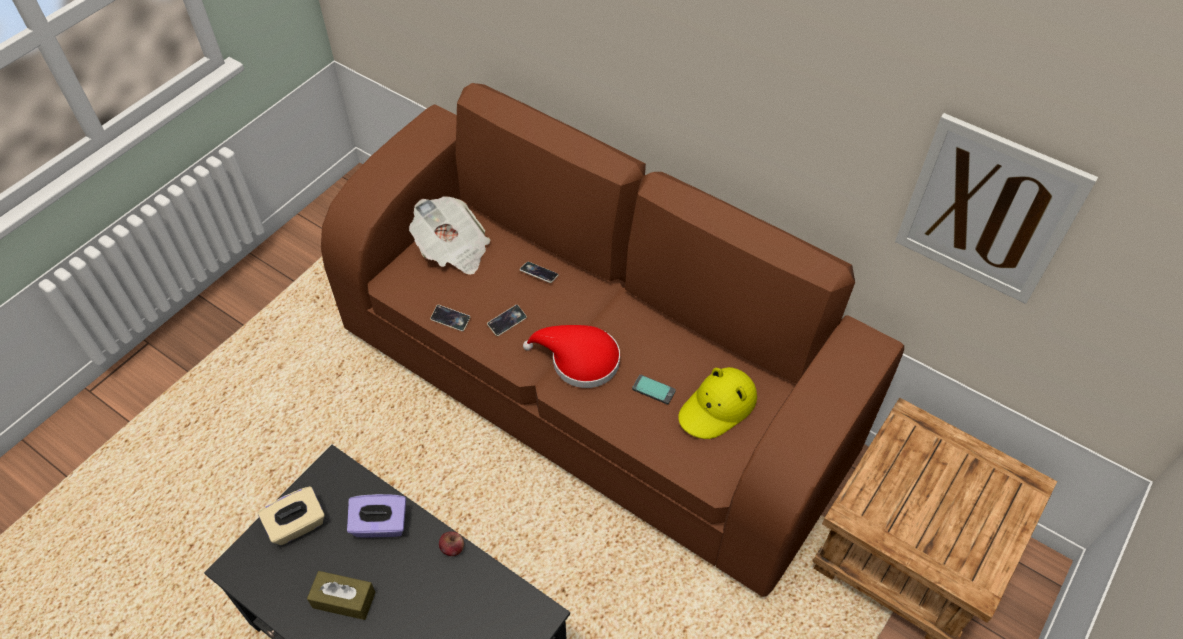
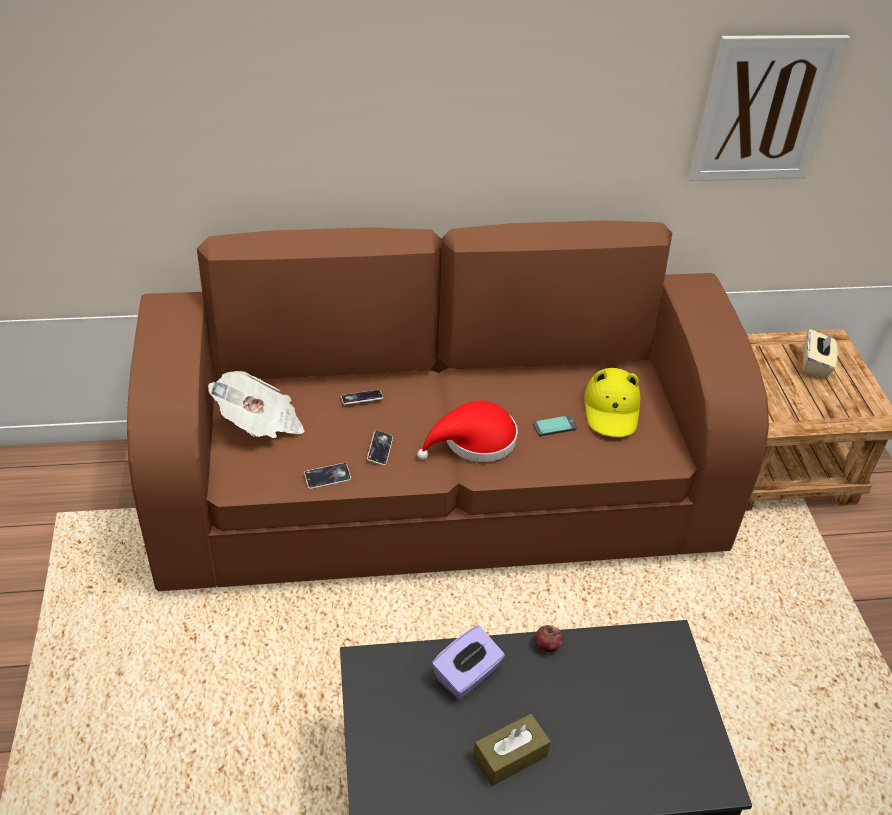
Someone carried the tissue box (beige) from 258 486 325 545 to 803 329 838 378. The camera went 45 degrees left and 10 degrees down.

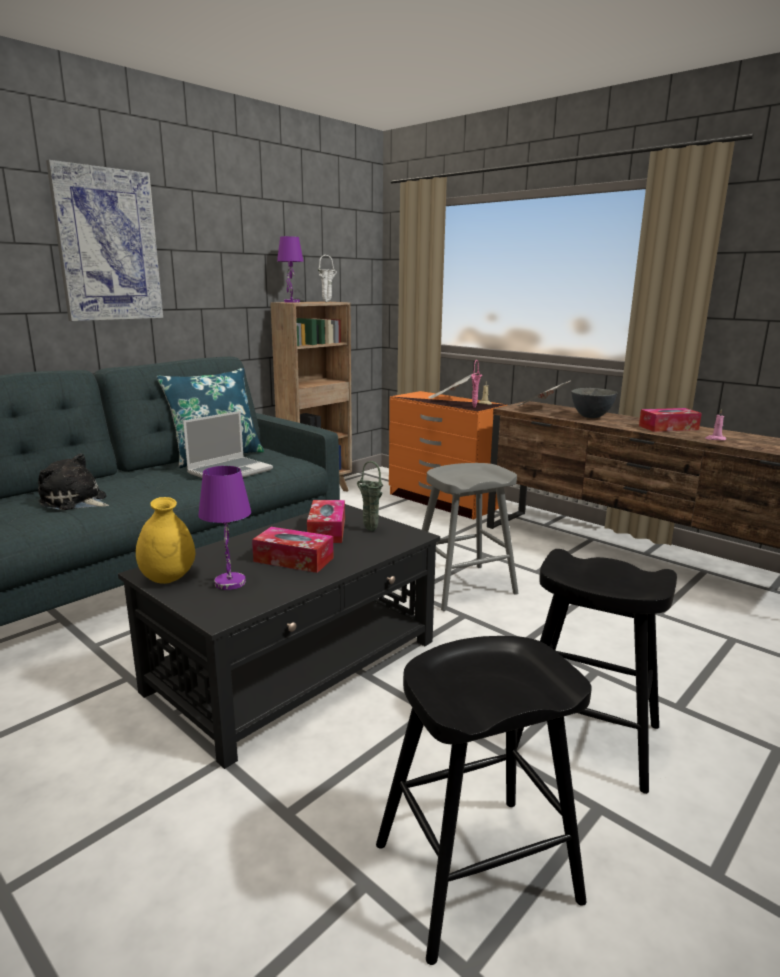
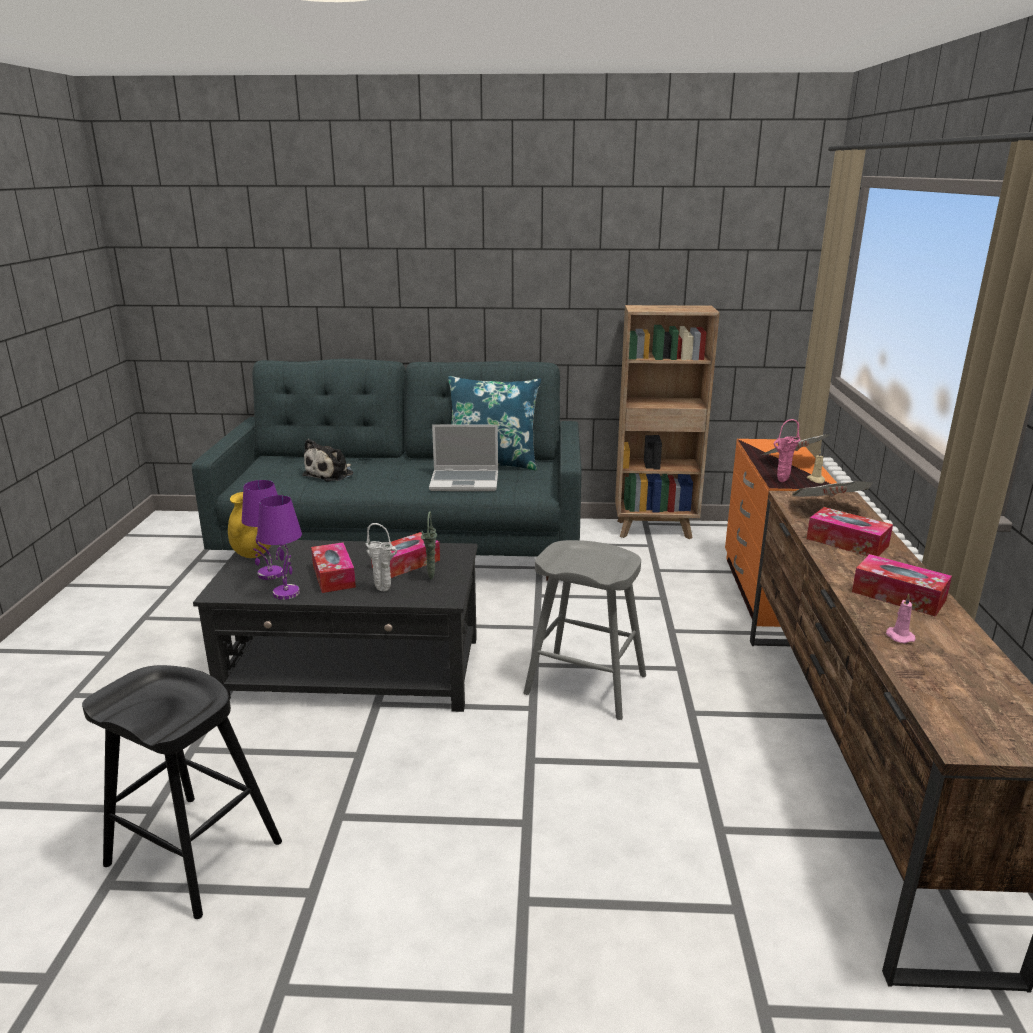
Someone took away the picture at 46 160 163 321. Someone carried the table lamp (purple) from 277 236 304 303 to 257 495 302 600. Someone carried the vase (white) from 318 255 337 302 to 365 523 397 592. Someone swapped the bowl (grey) at 571 388 617 418 for the tissue box at 807 507 893 556. Someone rotated the plush toy at 38 453 109 510 by 135 degrees counterclockwise. Someone took away the stool (black) at 517 549 677 794. The camera went 50 degrees right and 5 degrees up.

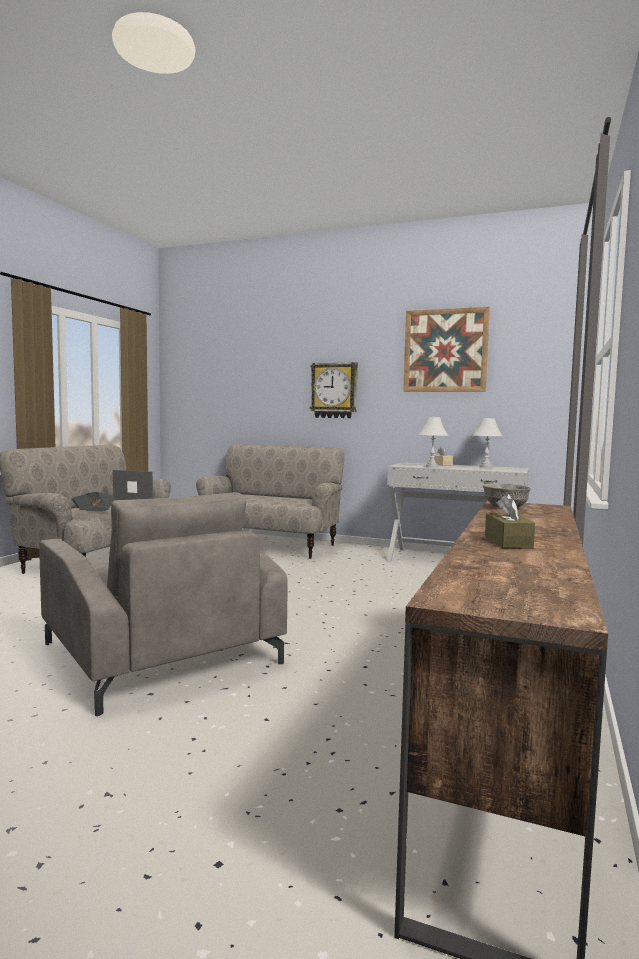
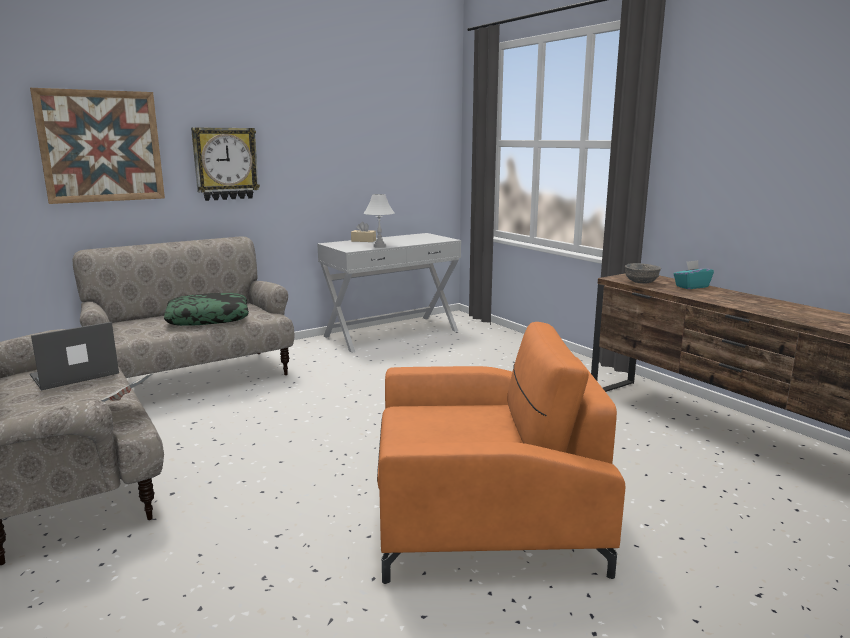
Someone carried the picture from 403 307 490 392 to 30 88 165 204. Someone took away the table lamp (white) at 472 418 502 467. Someone repainted the armchair (grey) at 39 492 288 716, which became the armchair (orange) at 377 322 625 584. Someone took away the tissue box (brown) at 485 493 535 549. Someone put down the tissue box (turquoise) at 674 260 714 289. Someone put down the pillow at 164 293 249 326. The camera went 55 degrees left and 10 degrees up.

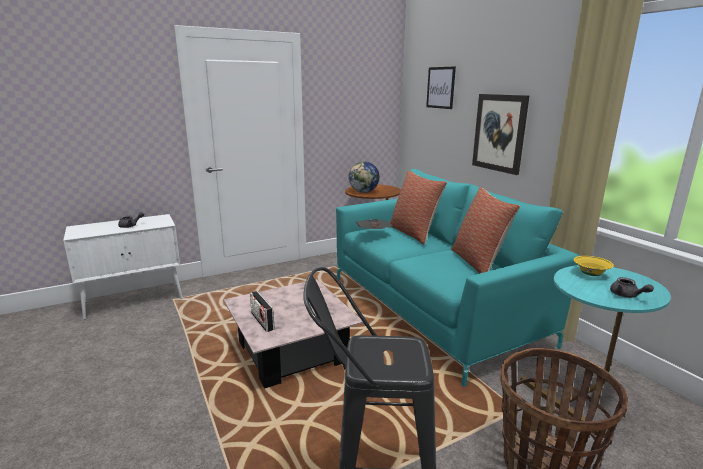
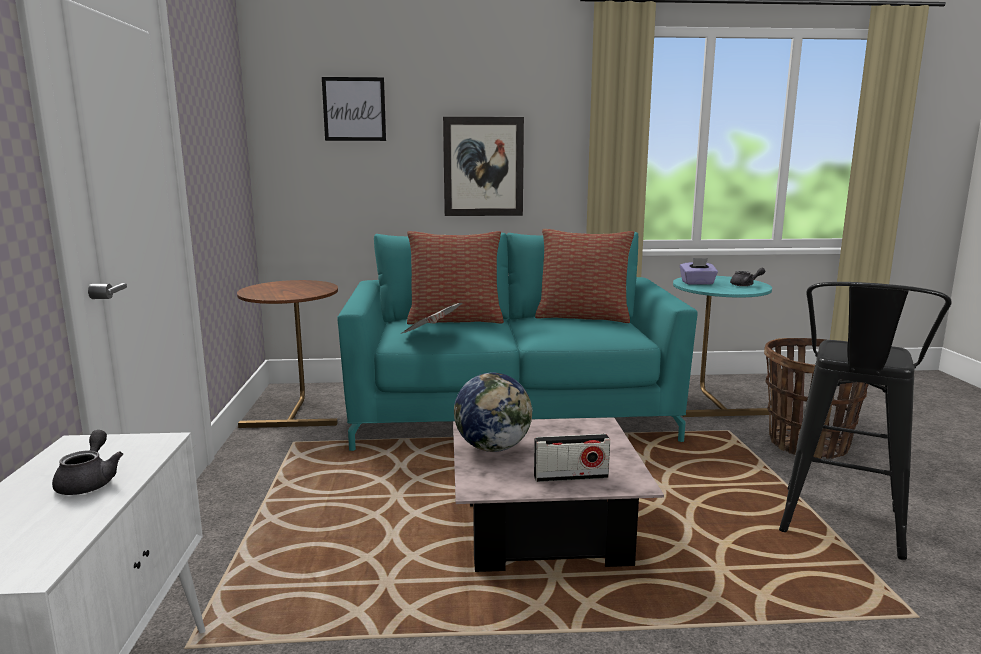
Someone carried the globe from 349 161 380 193 to 454 373 533 452. Someone swapped the bowl (yellow) at 574 256 614 276 for the tissue box (purple) at 680 258 718 285. The camera went 65 degrees left and 5 degrees down.

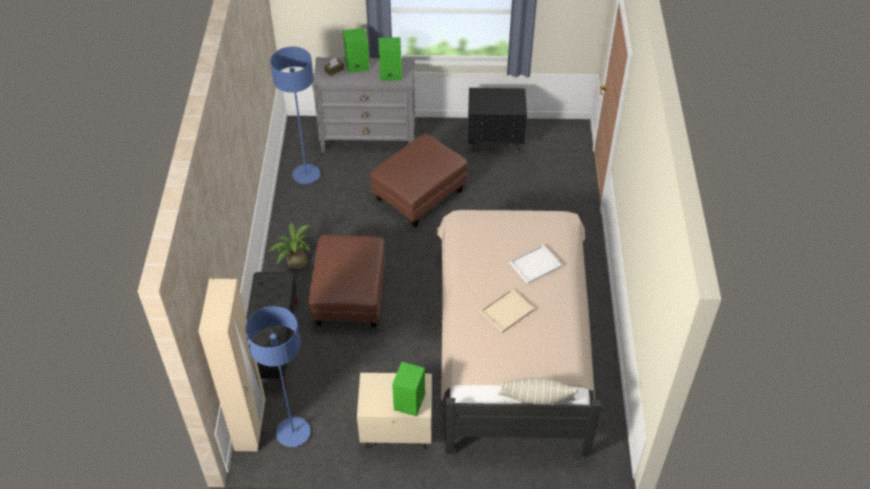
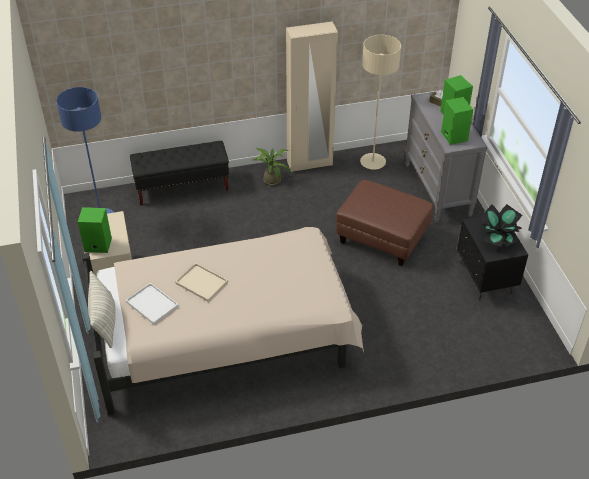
Someone repainted the floor lamp (blue) at 270 47 320 184, which became the floor lamp (beige) at 360 35 401 170. Someone took away the ottoman (brown) at 309 235 385 328. Someone carried the tray (white) from 509 245 562 284 to 125 283 179 324. Someone carried the wardrobe (beige) from 198 279 265 451 to 286 21 338 172. Someone put down the potted plant at 481 204 523 247. The camera went 75 degrees right and 5 degrees down.

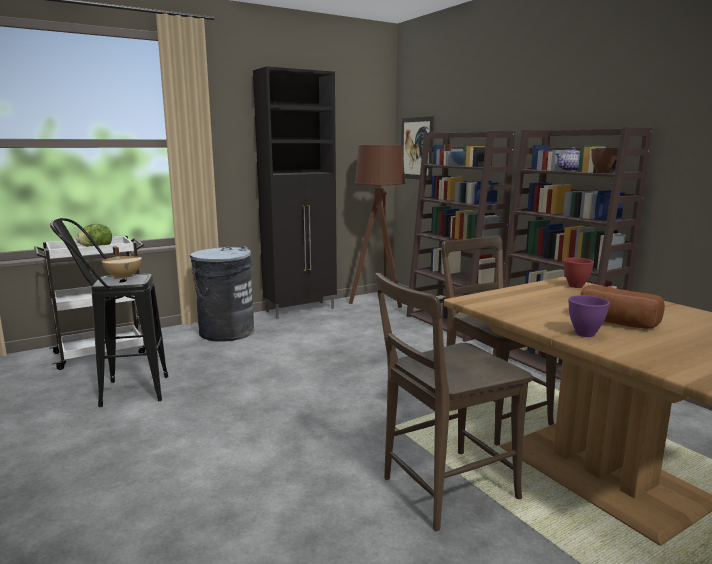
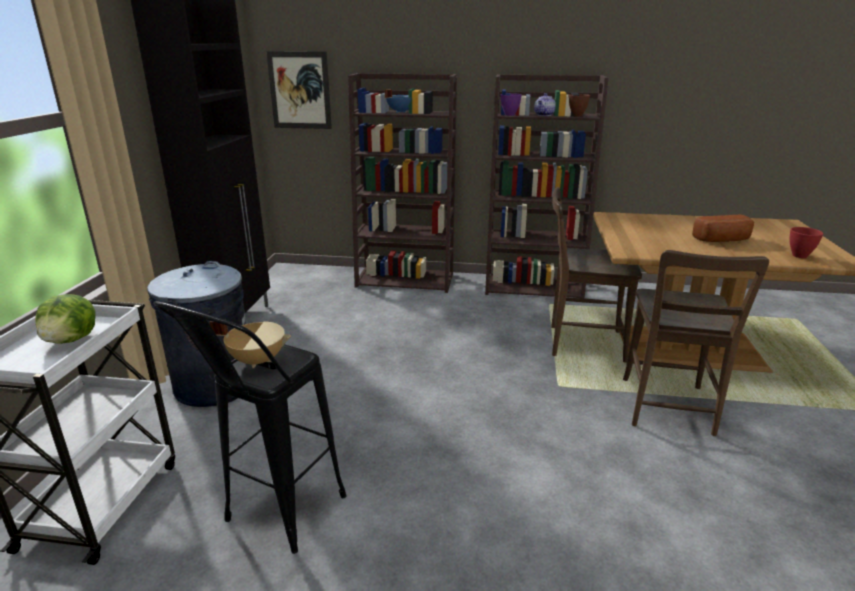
Someone took away the floor lamp (brown) at 349 145 405 308. Someone carried the bowl (red) from 563 258 594 288 to 789 227 823 258. Someone carried the bowl (purple) from 568 295 610 337 to 500 93 522 116. The camera went 50 degrees left and 10 degrees up.

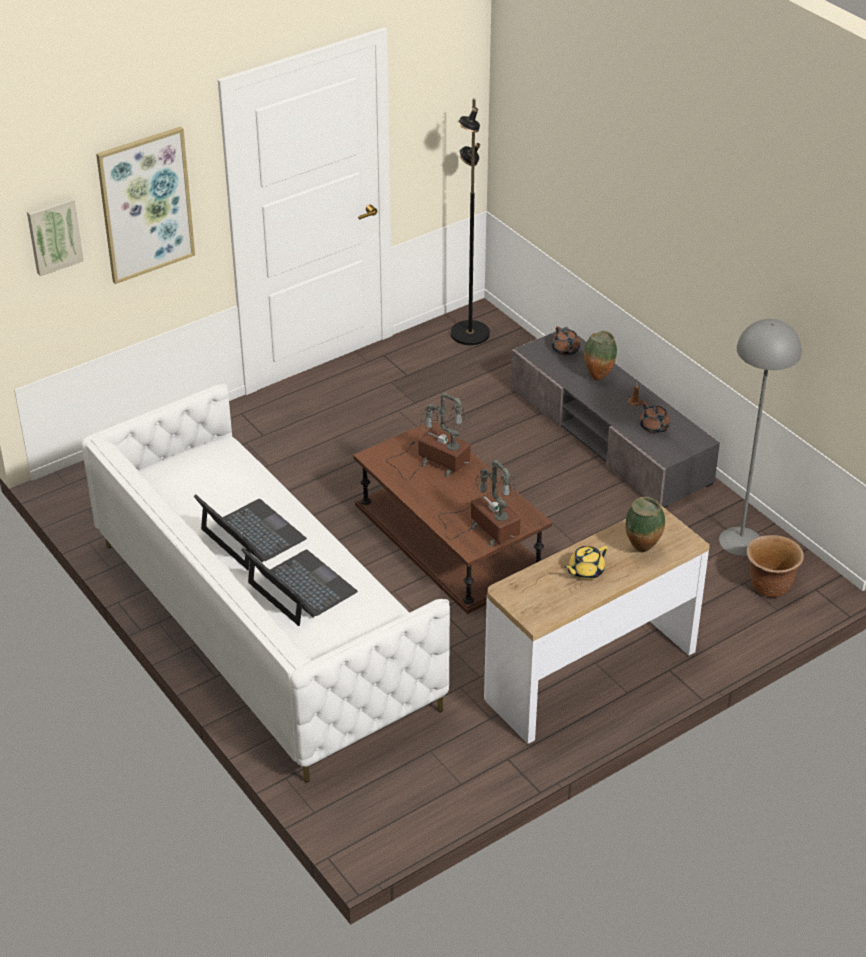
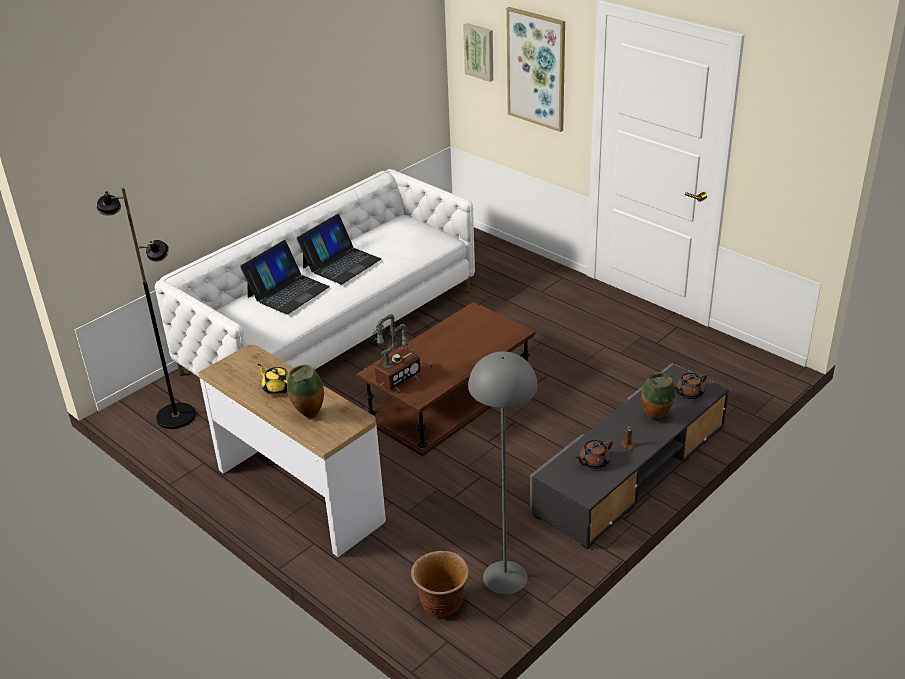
Someone carried the floor lamp (black) from 451 99 490 345 to 96 188 196 429. Someone took away the table lamp at 386 393 471 480. The camera went 80 degrees right and 5 degrees down.

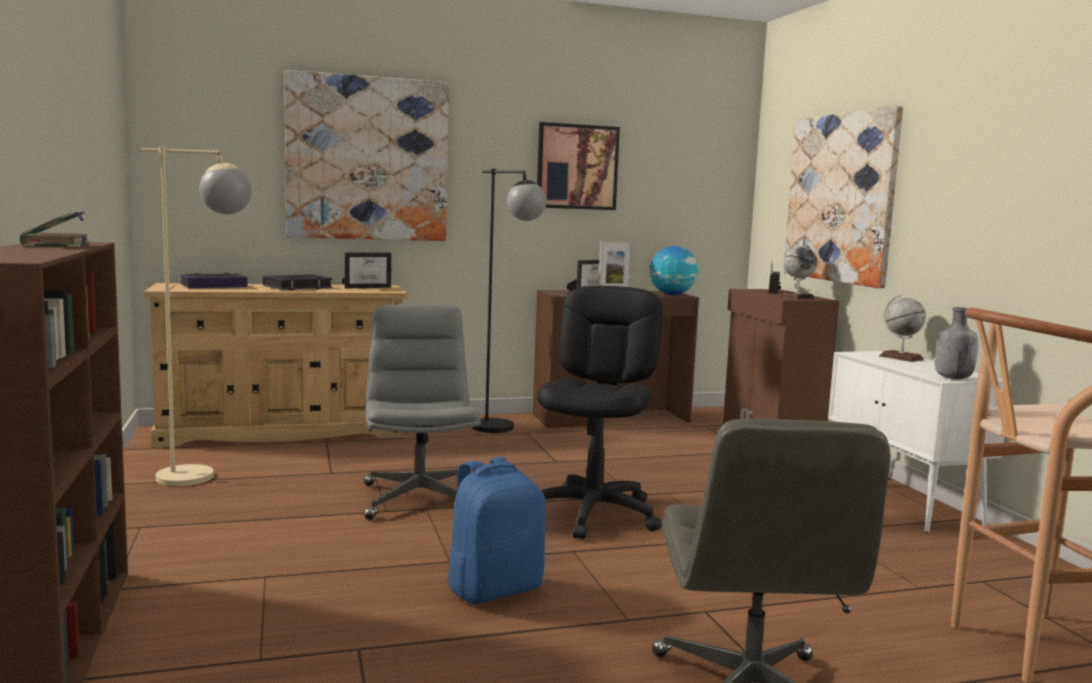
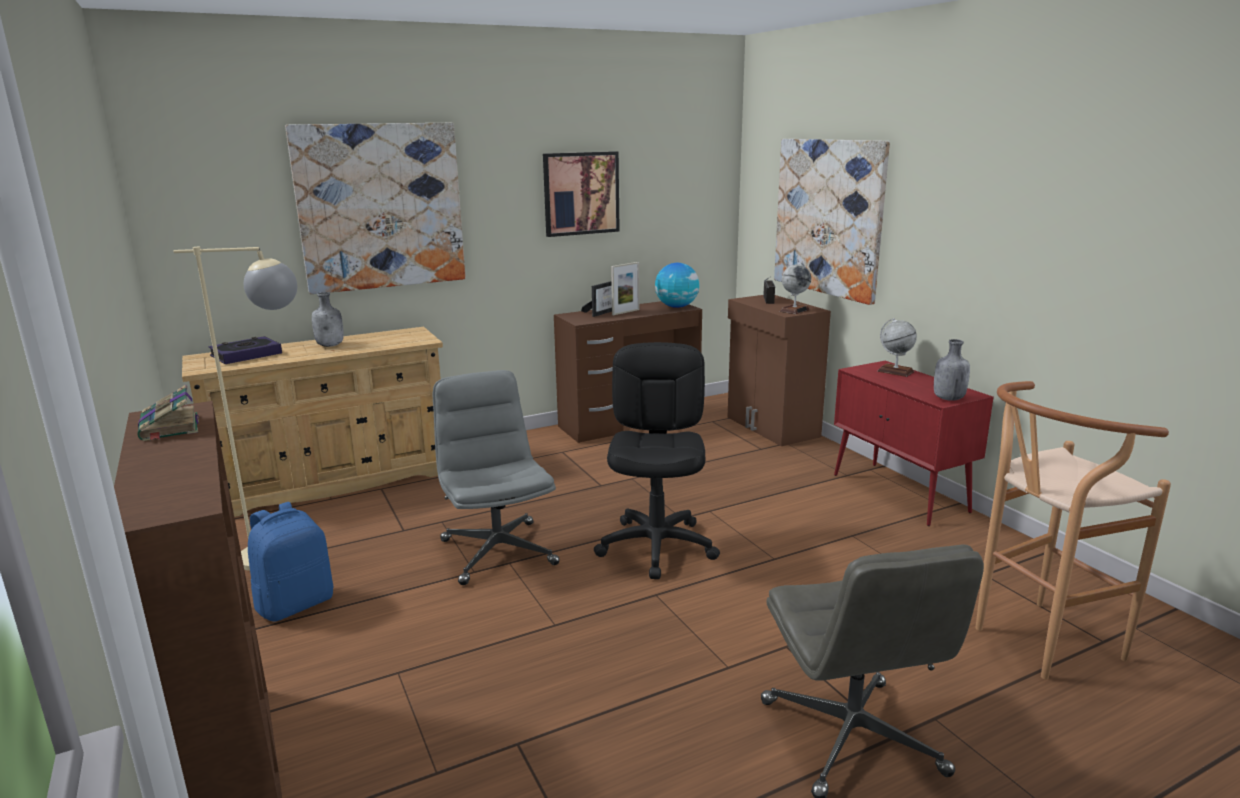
Someone took away the floor lamp (black) at 472 169 546 433. Someone took away the picture frame at 342 252 391 289. Someone swapped the book at 263 274 332 290 for the bottle (grey) at 312 292 344 347. Someone repainted the cabinet (white) at 828 351 1011 533, which became the cabinet (red) at 834 361 994 526. Someone carried the backpack (blue) from 447 457 546 604 to 248 502 333 621. The camera went 10 degrees left and 10 degrees up.

